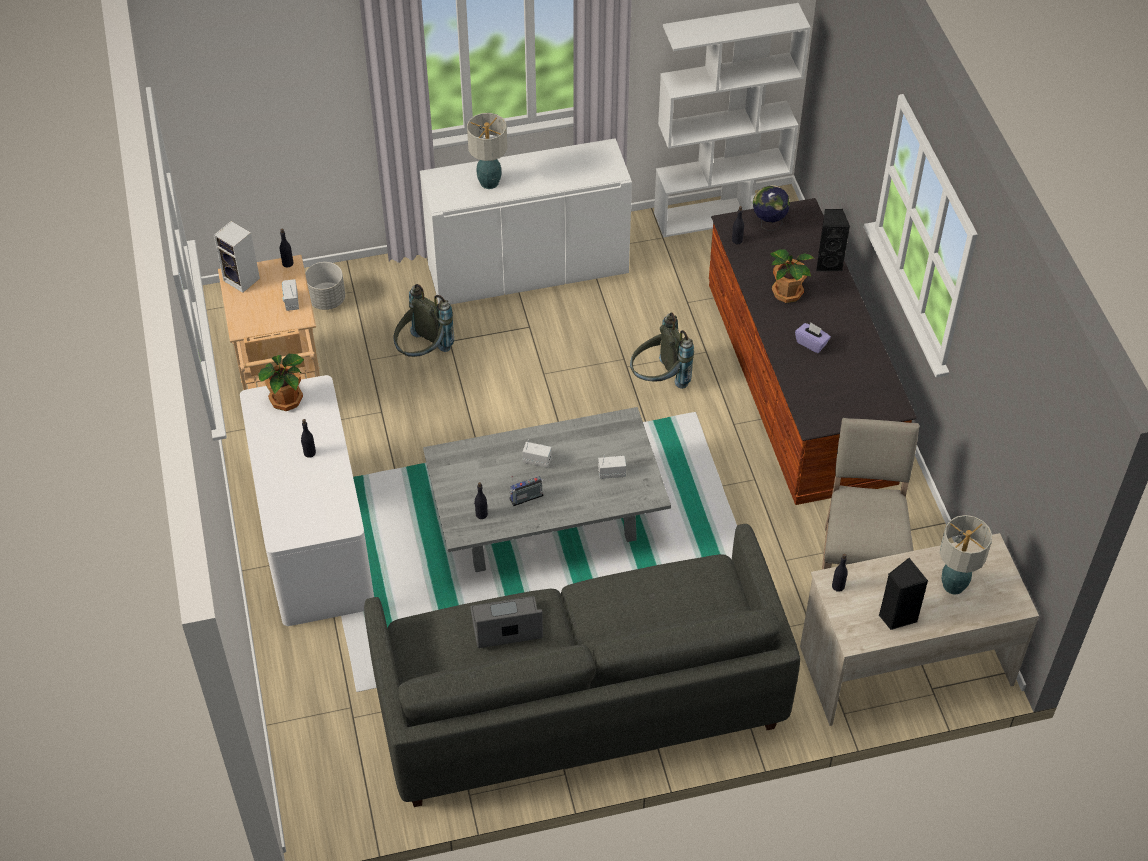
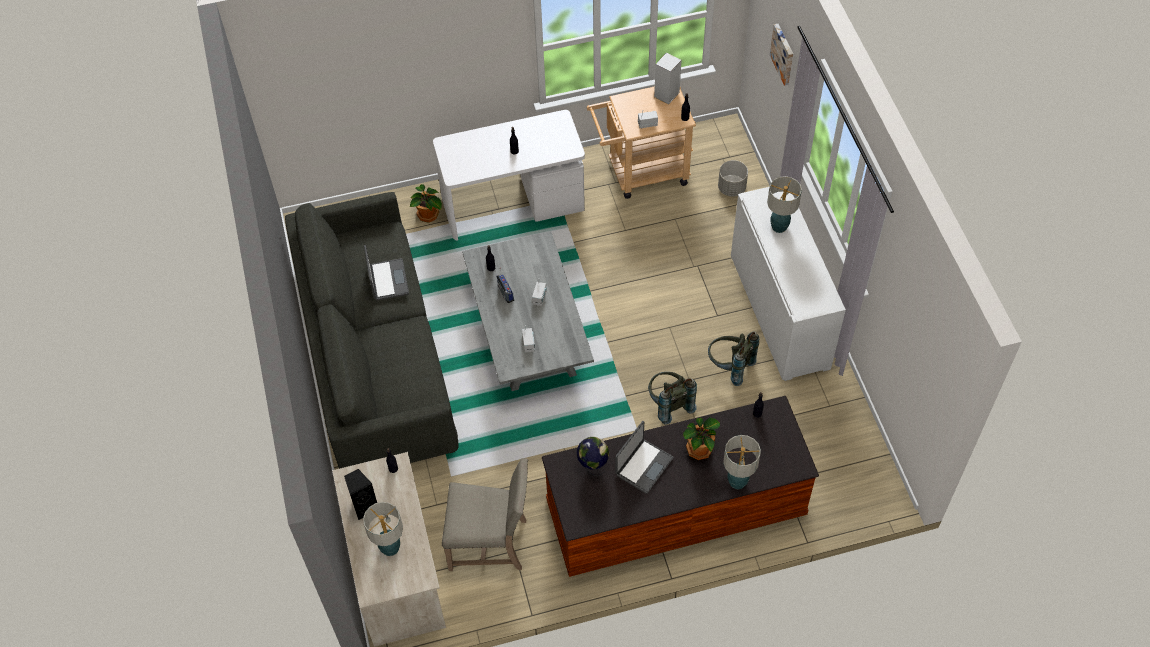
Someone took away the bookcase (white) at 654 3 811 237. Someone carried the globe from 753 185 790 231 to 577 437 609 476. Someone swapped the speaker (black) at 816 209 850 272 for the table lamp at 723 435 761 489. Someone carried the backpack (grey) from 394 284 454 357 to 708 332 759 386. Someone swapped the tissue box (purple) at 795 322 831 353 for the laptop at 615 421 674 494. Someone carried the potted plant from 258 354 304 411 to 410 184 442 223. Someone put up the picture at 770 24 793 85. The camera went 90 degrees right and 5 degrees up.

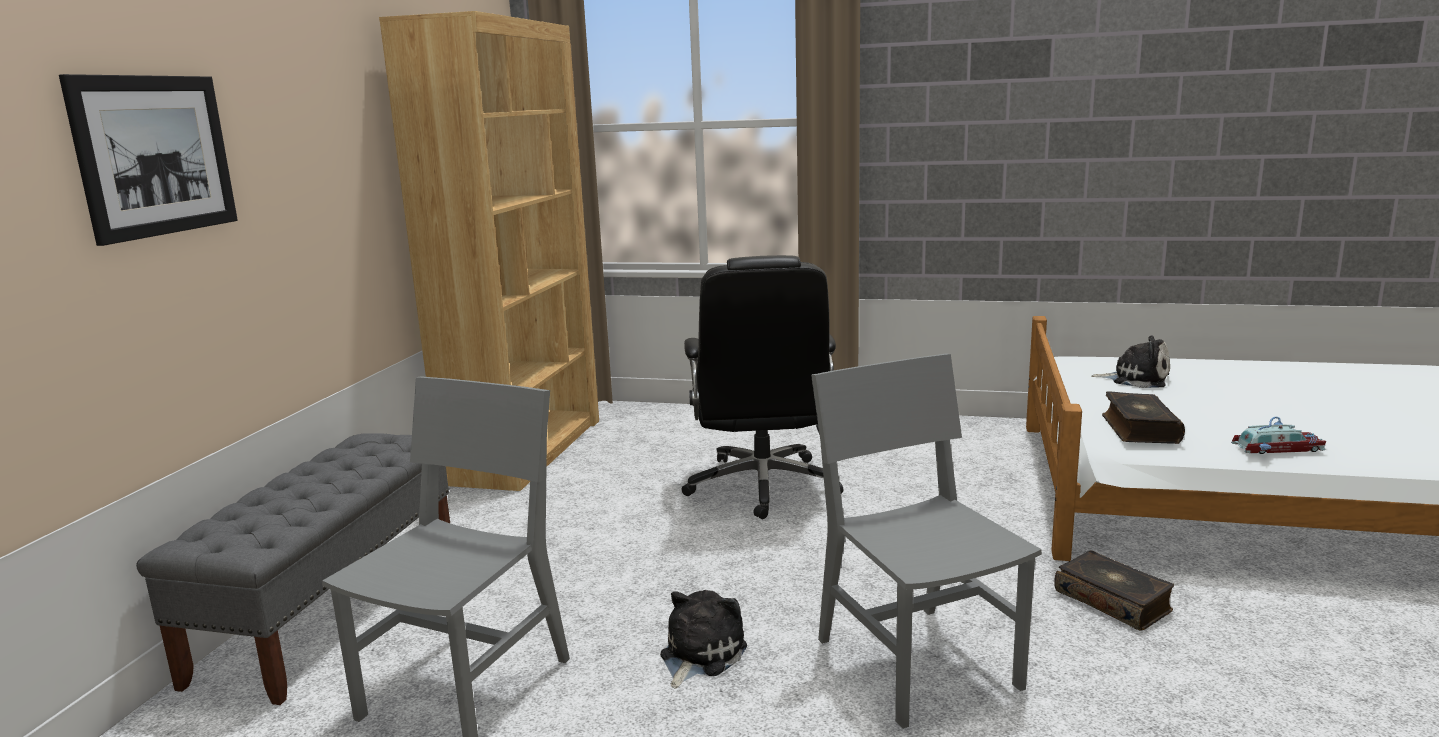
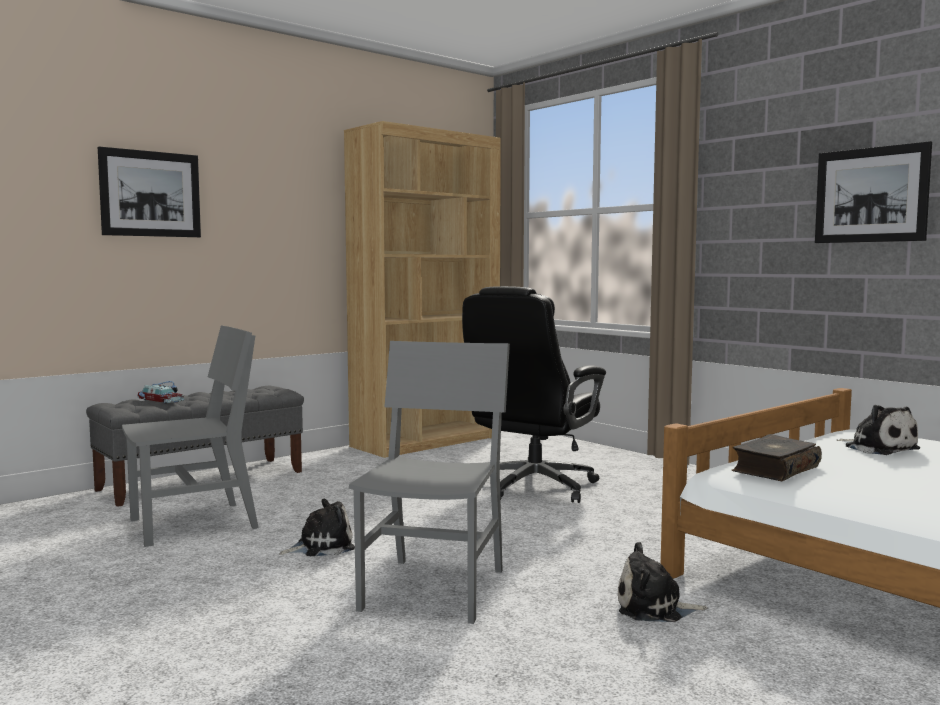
Someone carried the toy car from 1231 417 1326 454 to 138 381 184 404. Someone swapped the book at 1054 550 1174 631 for the plush toy at 618 542 708 622. Someone put up the picture at 815 141 932 243. The camera went 35 degrees right and 10 degrees down.

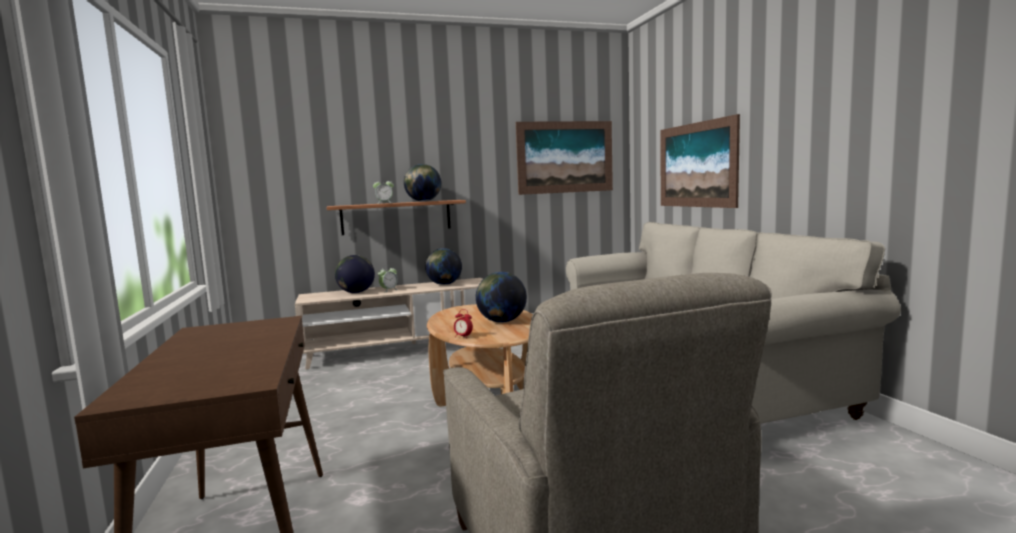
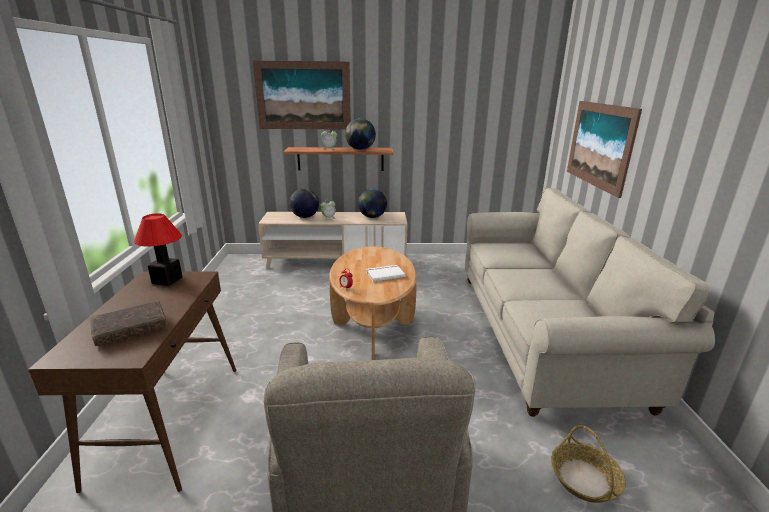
Someone carried the picture from 516 121 613 195 to 253 61 351 130. Someone swapped the globe at 476 272 527 323 for the book (white) at 366 265 405 282. Someone put down the table lamp at 134 213 182 286. Someone put down the book (brown) at 90 301 167 346. Someone put down the basket at 551 425 626 503. The camera went 15 degrees right and 15 degrees up.

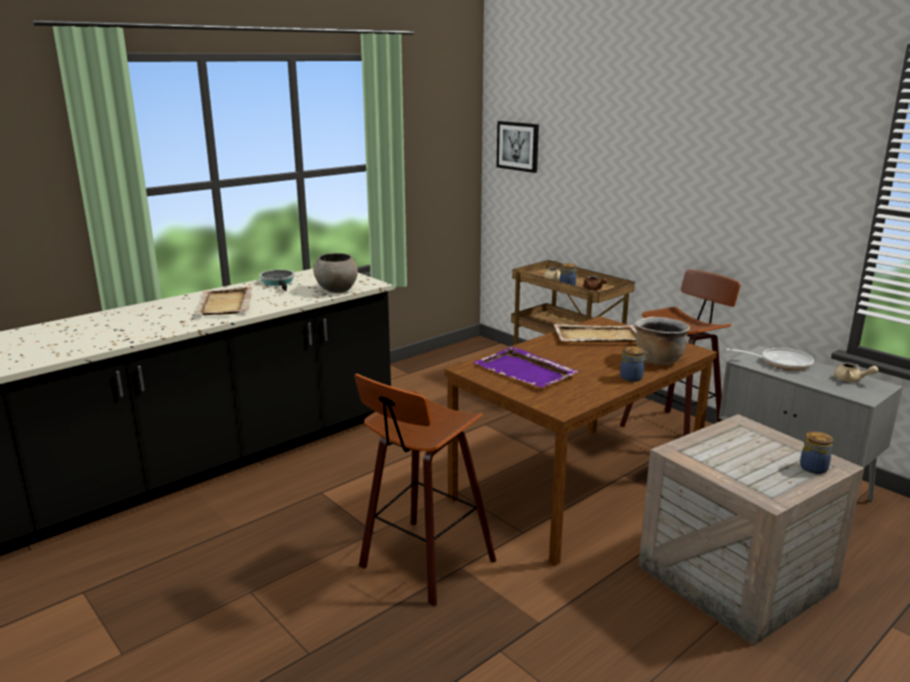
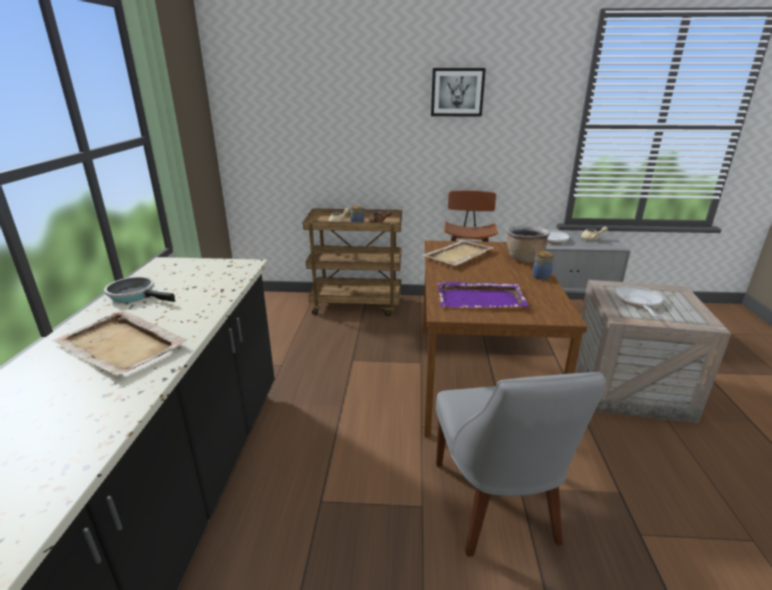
Someone carried the picture from 497 121 539 173 to 431 68 486 117. Someone took away the bowl (grey) at 313 253 358 293. Someone swapped the stool at 354 374 496 607 for the chair (grey) at 436 372 606 557. Someone took away the jar at 800 431 833 474. Someone put down the frying pan at 616 286 663 317. The camera went 45 degrees left and 5 degrees up.

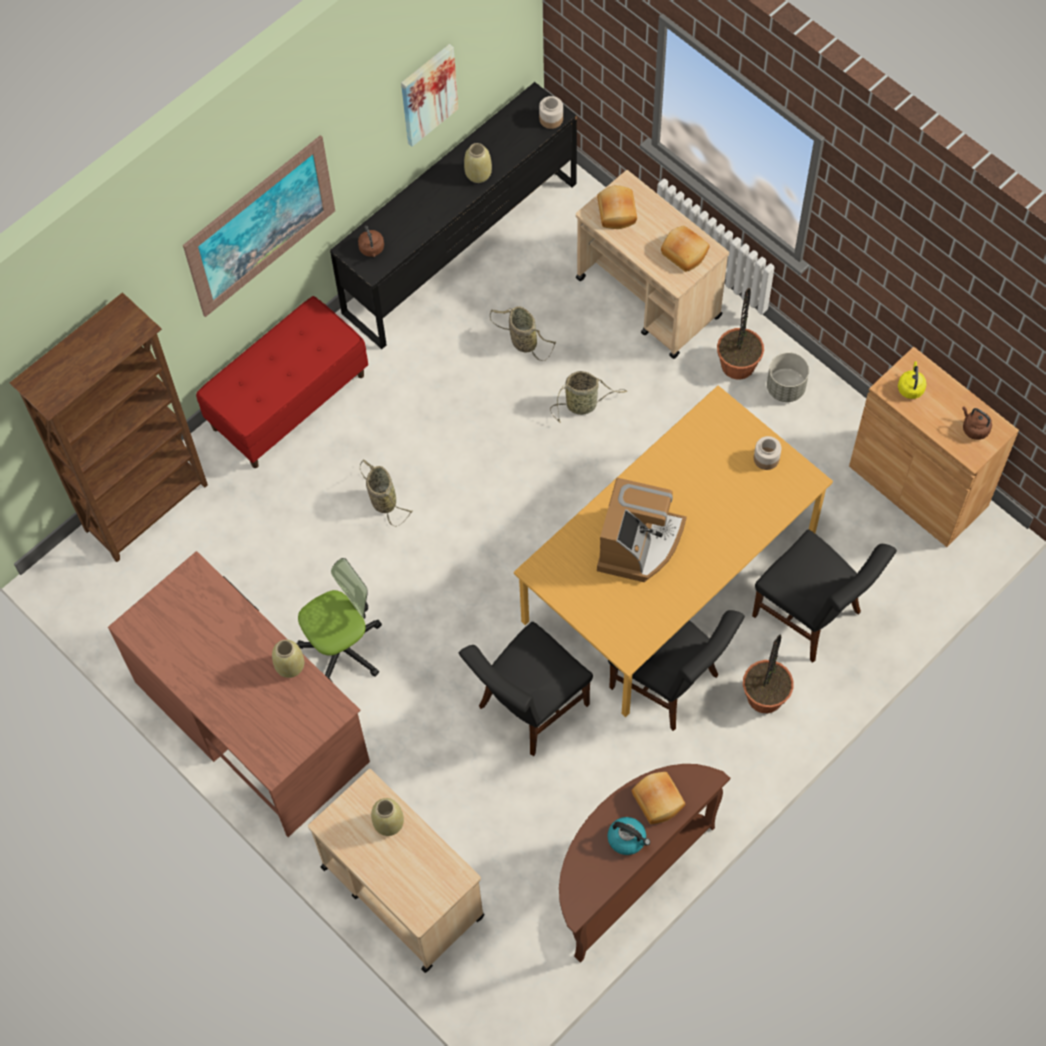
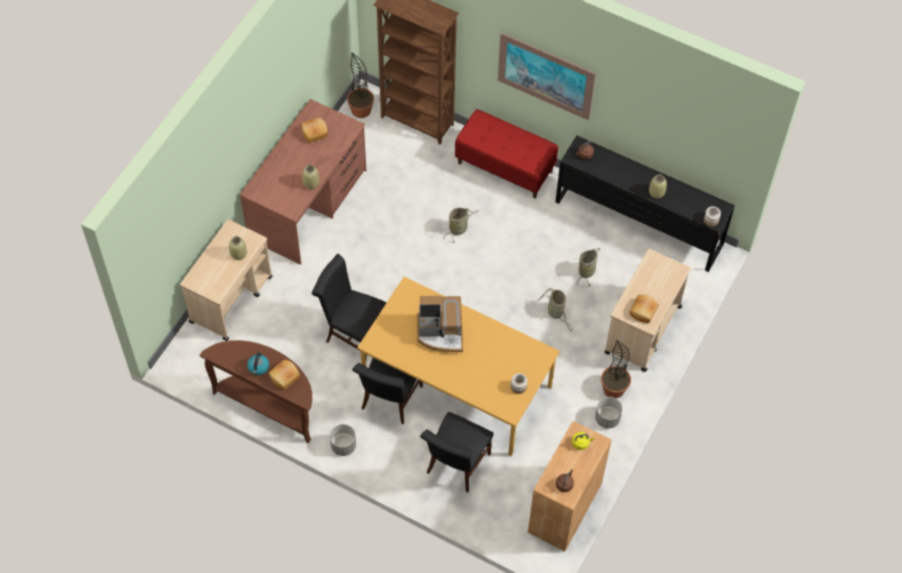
Someone took away the picture at 401 44 458 147. Someone carried the bread from 597 185 637 229 to 301 118 328 143. Someone took away the office chair at 297 558 382 683. Someone carried the potted plant from 743 635 794 713 to 347 52 374 118. Someone put down the planter (grey) at 330 424 356 456. The camera went 70 degrees right and 5 degrees down.

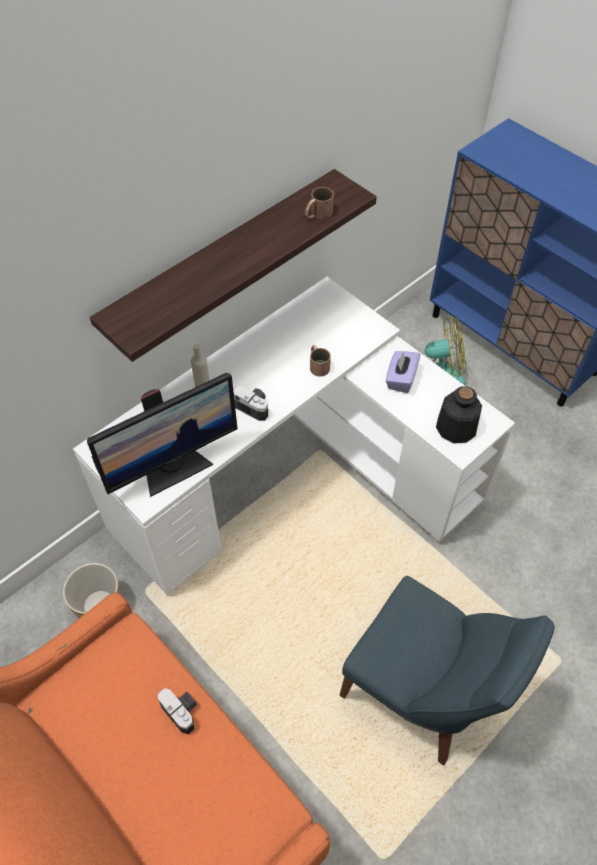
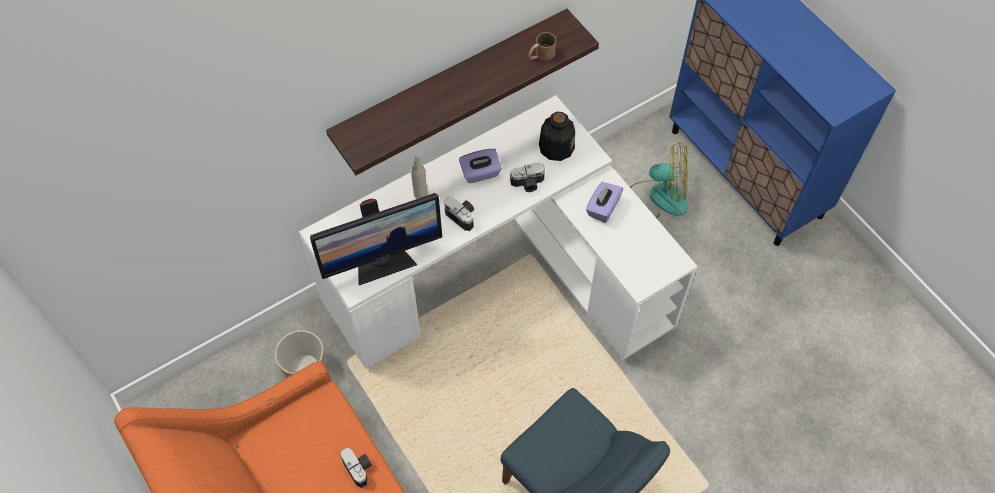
Someone swapped the mug (brown) at 310 345 331 377 for the photo camera at 510 163 545 192. Someone carried the bottle from 436 386 482 443 to 539 112 575 161. Someone put down the tissue box (purple) at 459 149 502 183. The camera went 10 degrees right and 5 degrees up.

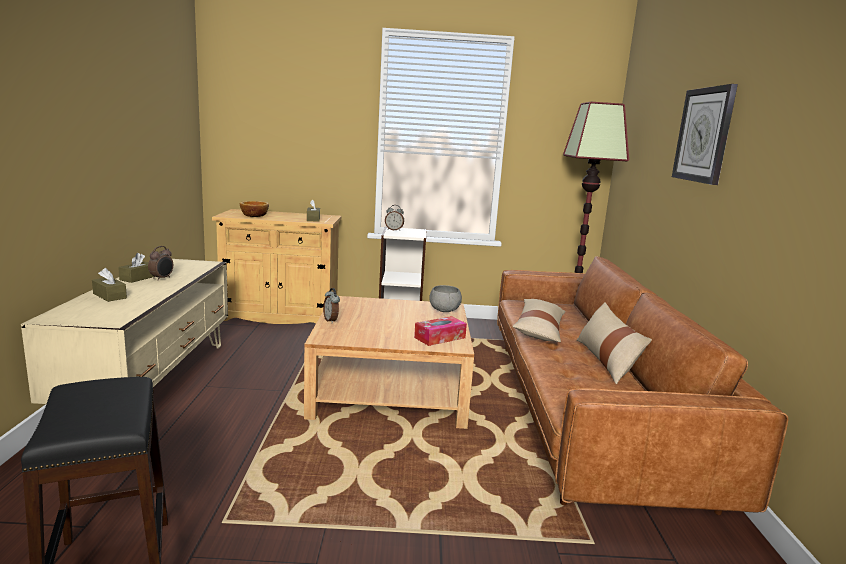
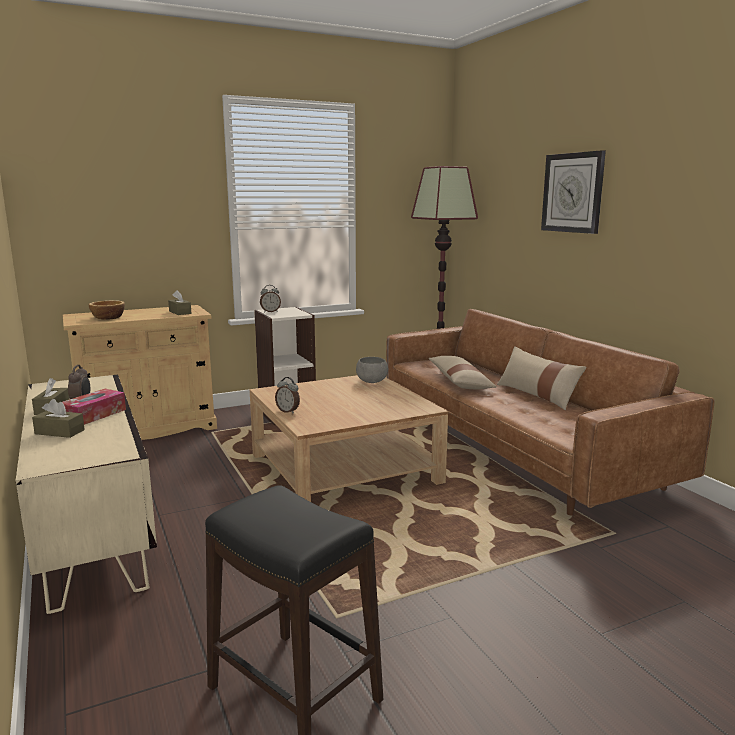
Someone carried the tissue box from 414 316 467 346 to 63 389 126 425. The camera went 25 degrees left and 0 degrees up.

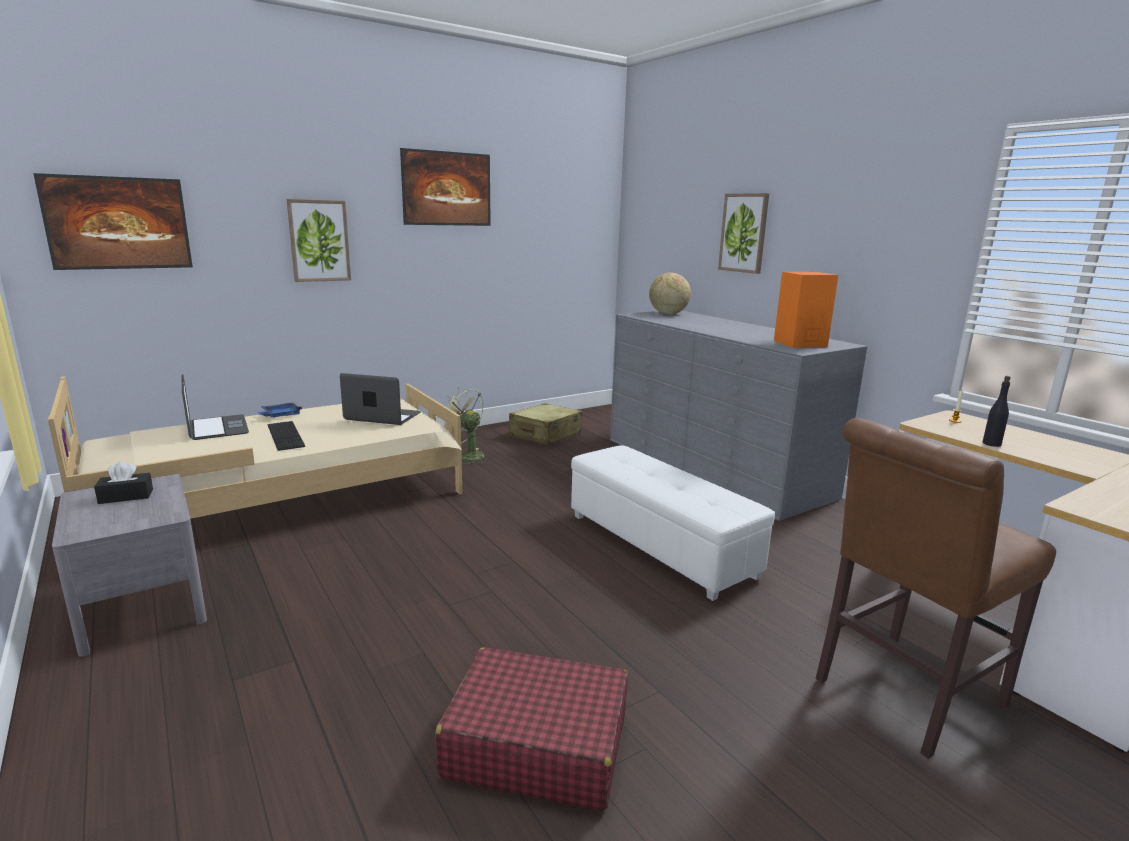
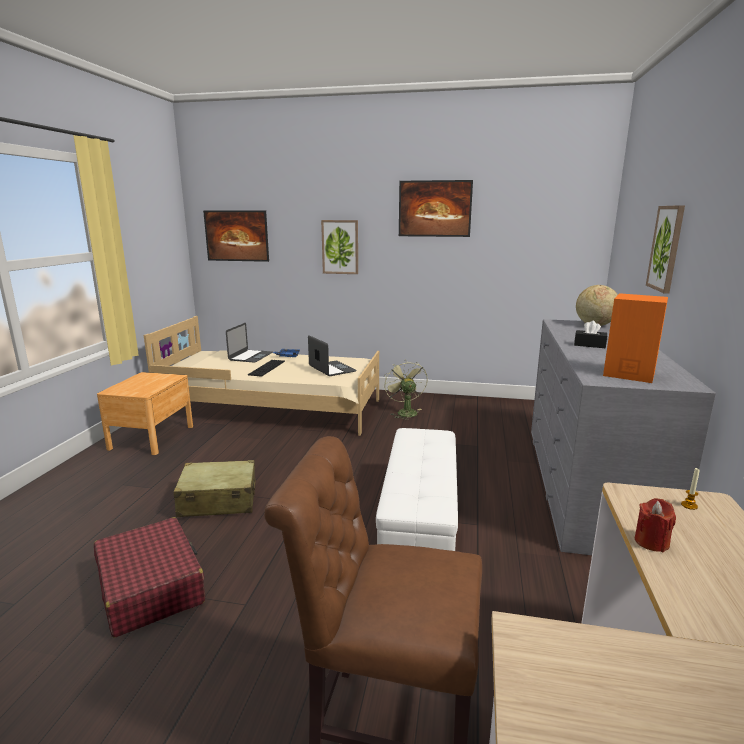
Someone swapped the bottle (black) at 983 376 1011 447 for the candle (red) at 635 498 676 552. Someone carried the suitcase (beige) from 509 403 582 445 to 174 460 256 517. Someone carried the tissue box (black) from 94 461 153 504 to 574 321 607 348. Someone repainted the nightstand (grey) at 52 474 207 657, which became the nightstand (brown) at 97 372 193 455. The camera went 45 degrees right and 0 degrees up.

